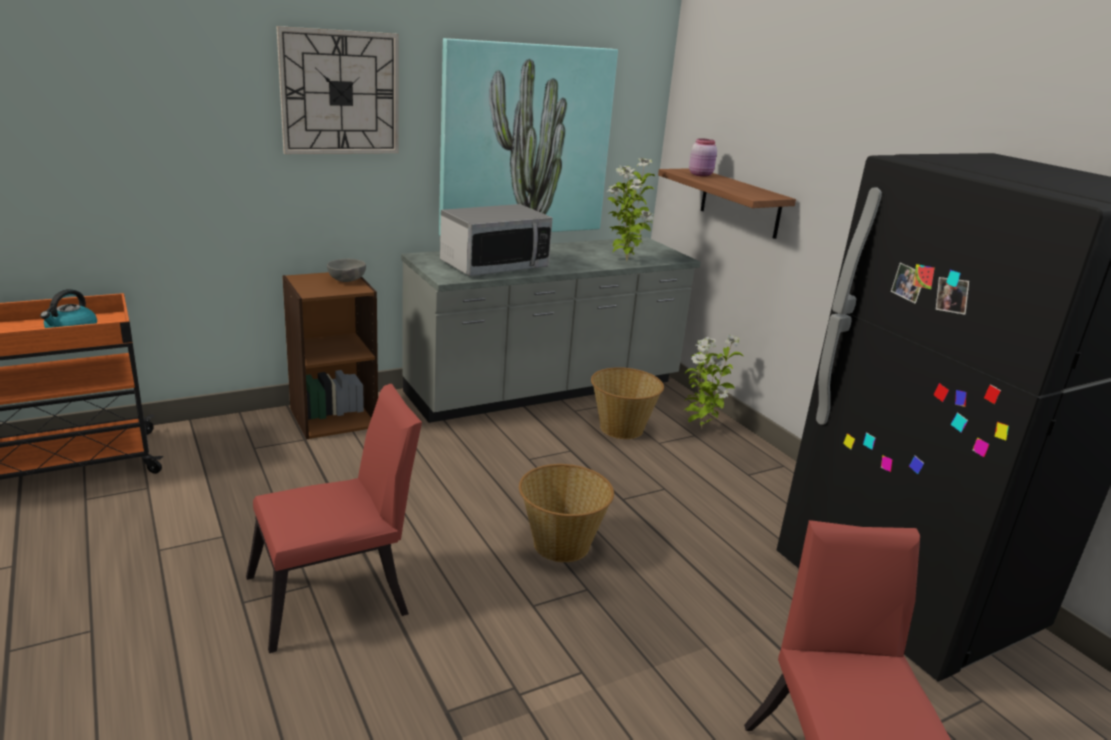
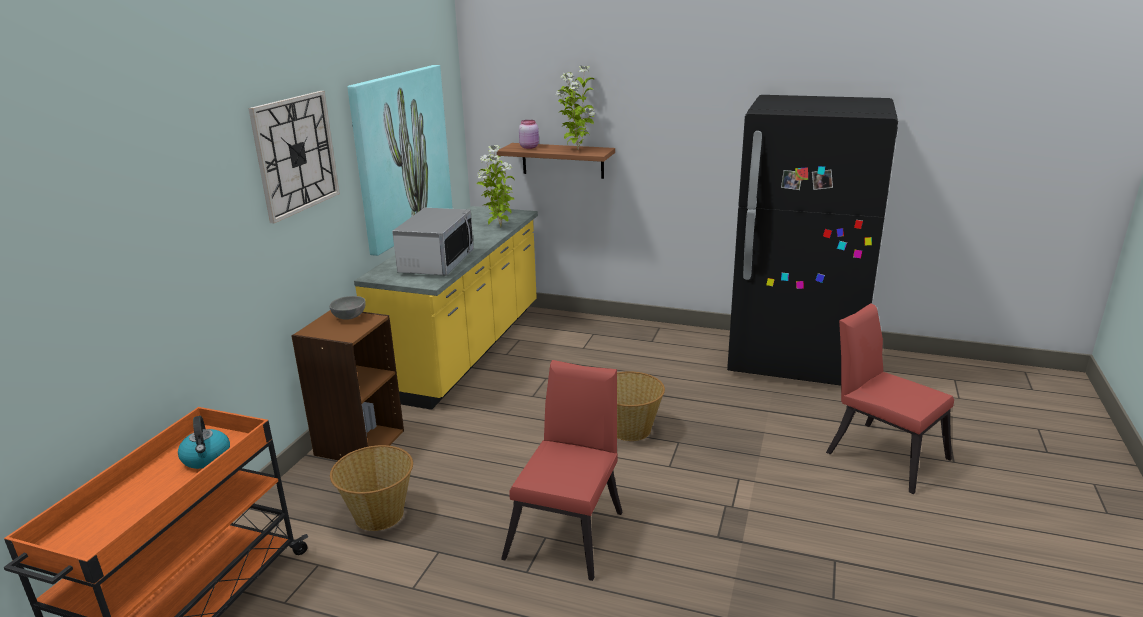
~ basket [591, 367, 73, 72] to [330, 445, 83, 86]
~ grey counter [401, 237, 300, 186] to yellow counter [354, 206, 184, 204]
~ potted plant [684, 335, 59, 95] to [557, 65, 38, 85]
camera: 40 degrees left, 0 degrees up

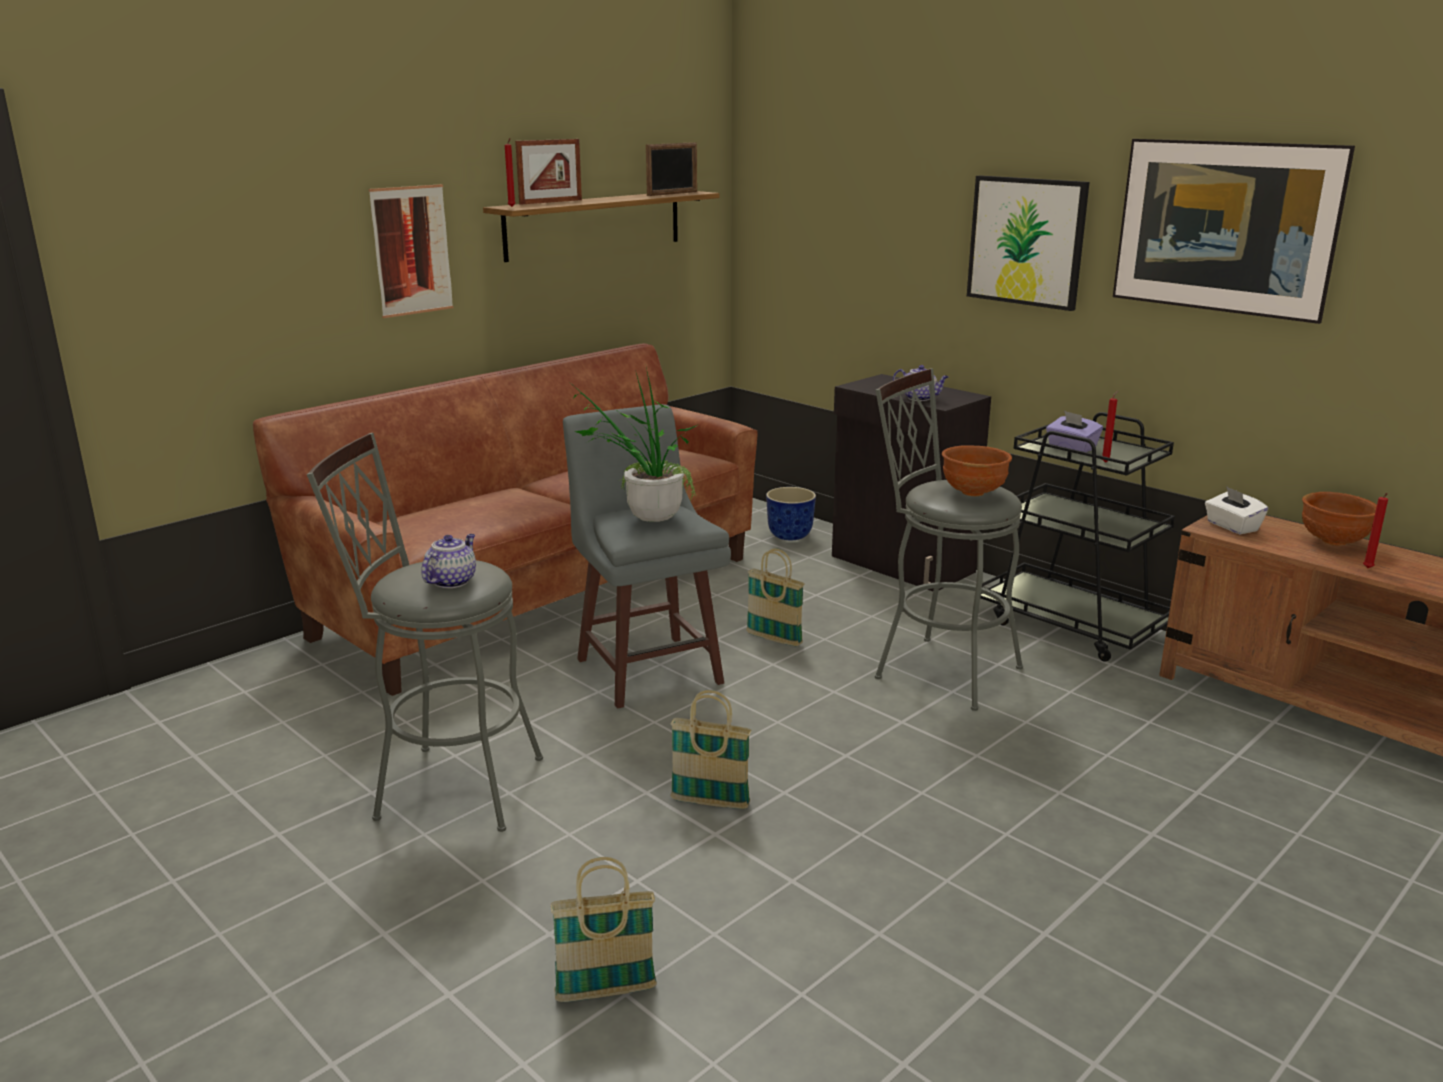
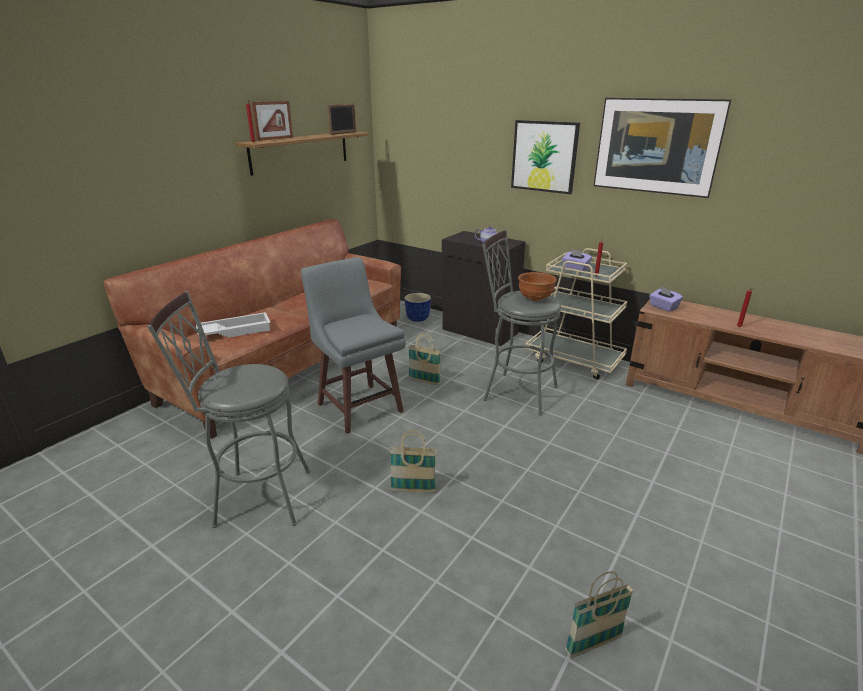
+ white tray [196, 312, 75, 26]
~ black cart [980, 412, 195, 250] to beige cart [525, 248, 102, 132]
~ basket [551, 857, 106, 145] to [565, 571, 69, 87]
~ white tissue box [1205, 486, 63, 48] to purple tissue box [649, 287, 34, 25]
- picture [369, 184, 84, 134]
- teapot [421, 534, 55, 54]
- potted plant [573, 368, 124, 154]
- brown bowl [1302, 492, 75, 54]
camera: 10 degrees left, 5 degrees up

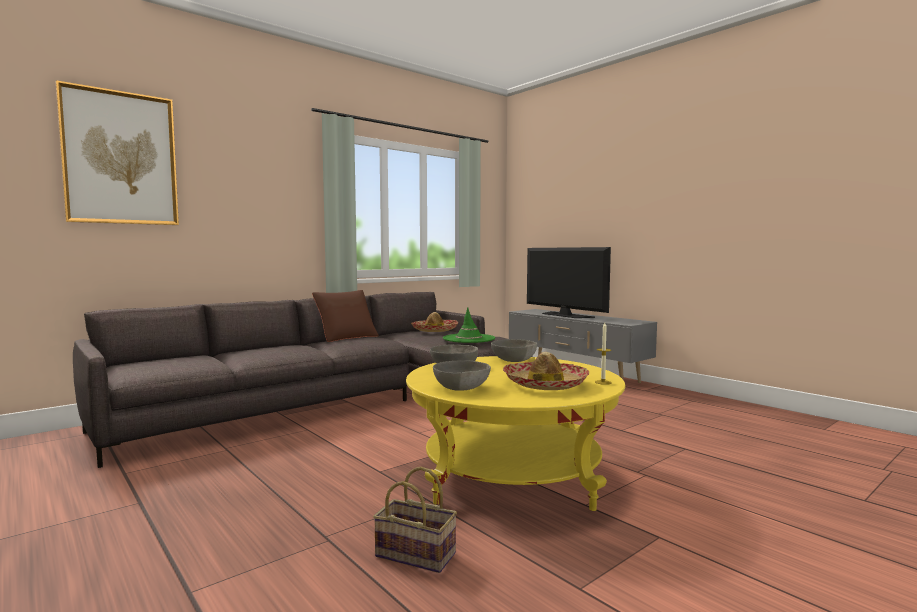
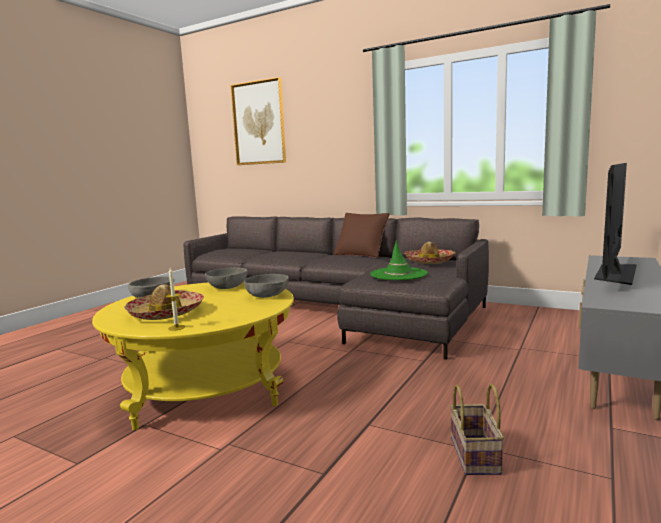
~ basket [373, 467, 84, 106] to [450, 384, 54, 91]
camera: 70 degrees right, 5 degrees up

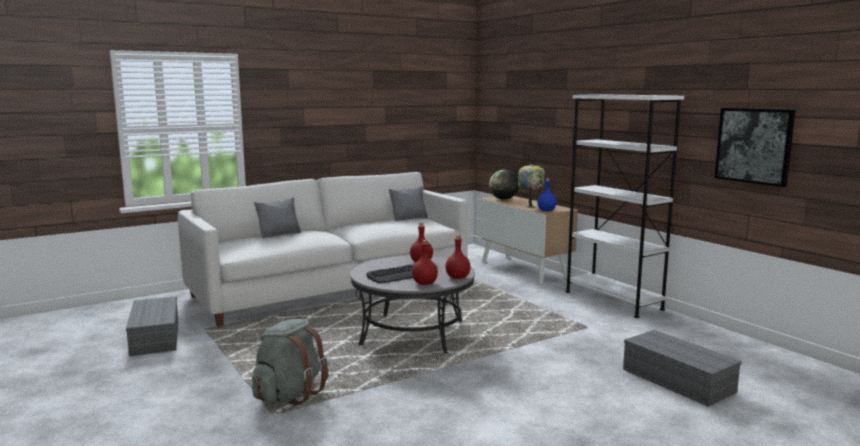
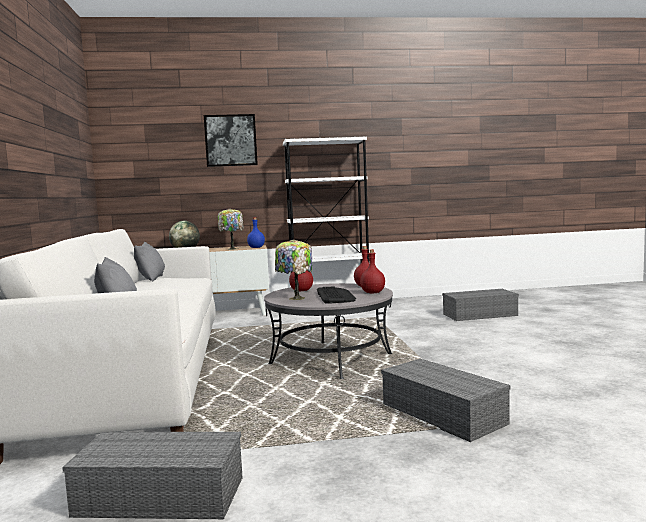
~ picture [715, 108, 80, 79] to [204, 114, 54, 53]
+ table lamp [275, 239, 37, 61]
~ grey backpack [252, 319, 76, 87] to grey storage box [381, 359, 129, 83]
camera: 65 degrees left, 5 degrees down

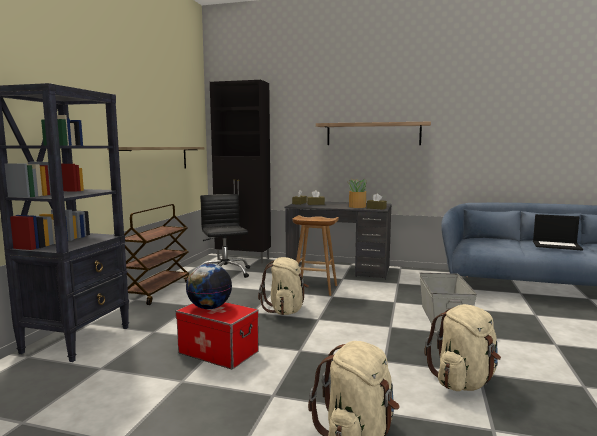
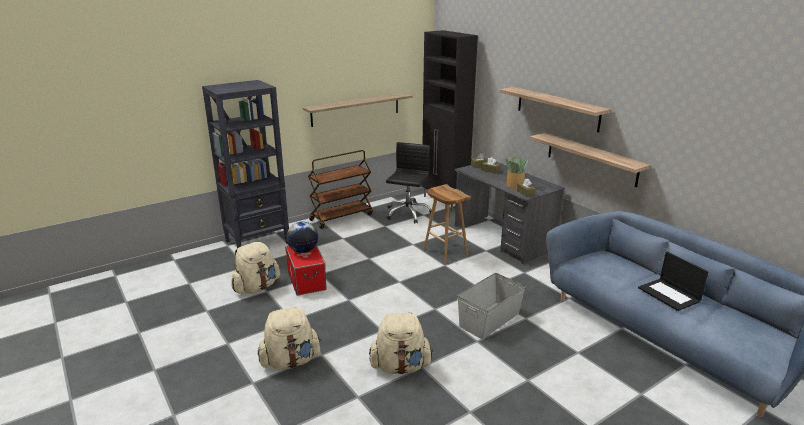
~ beige backpack [258, 257, 51, 58] to [231, 242, 49, 52]
+ shelf [530, 133, 121, 54]
camera: 40 degrees right, 15 degrees up

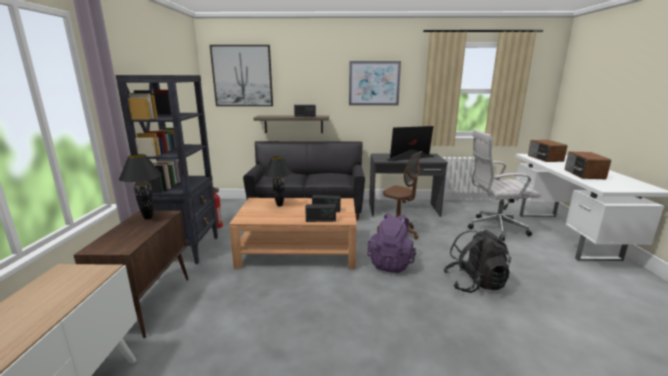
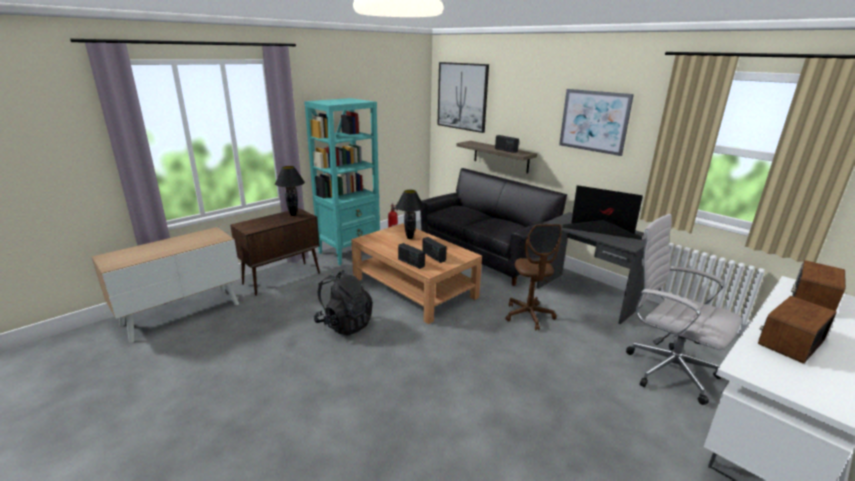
~ black bookcase [115, 75, 103, 189] to turquoise bookcase [304, 98, 76, 167]
~ black backpack [444, 229, 67, 64] to [314, 270, 59, 66]
- purple backpack [367, 213, 50, 60]
camera: 45 degrees right, 5 degrees up

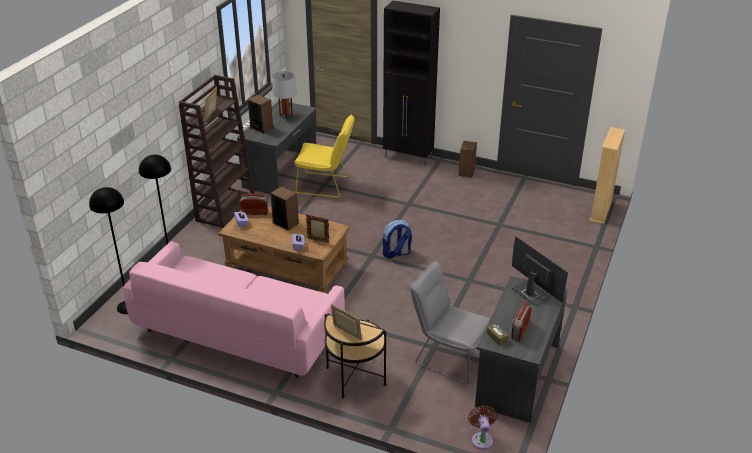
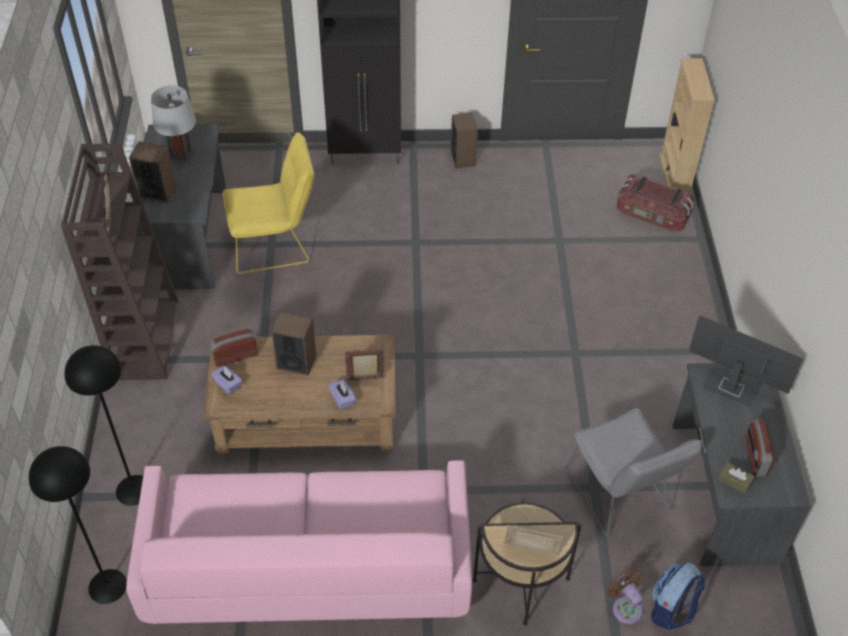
~ grey chair [410, 260, 81, 124] = [565, 409, 138, 127] 120 degrees counterclockwise
~ brown fan [468, 405, 29, 45] to [607, 568, 37, 56]
+ storage box [616, 174, 79, 57]
~ backpack [383, 220, 29, 39] to [651, 563, 54, 67]
camera: 25 degrees left, 15 degrees up

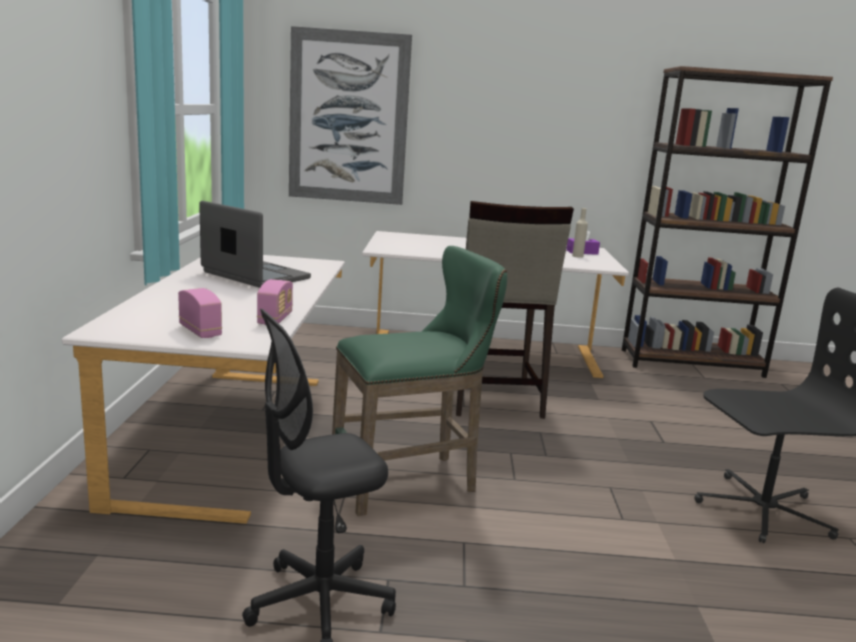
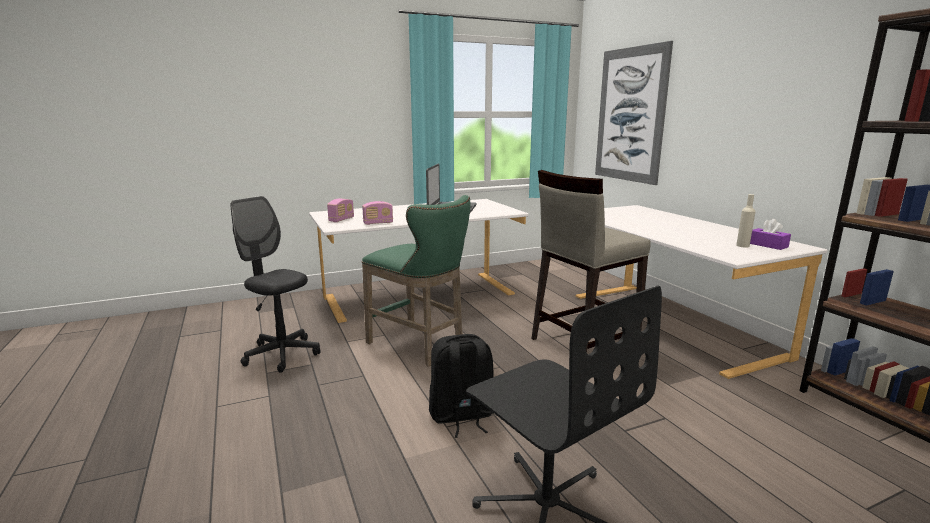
+ black backpack [429, 334, 65, 104]
camera: 65 degrees right, 0 degrees up

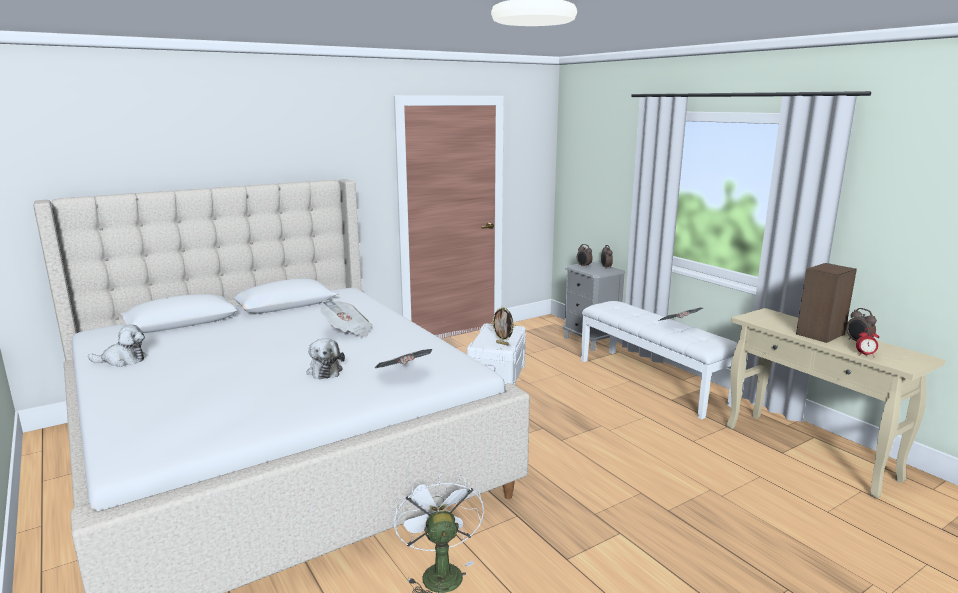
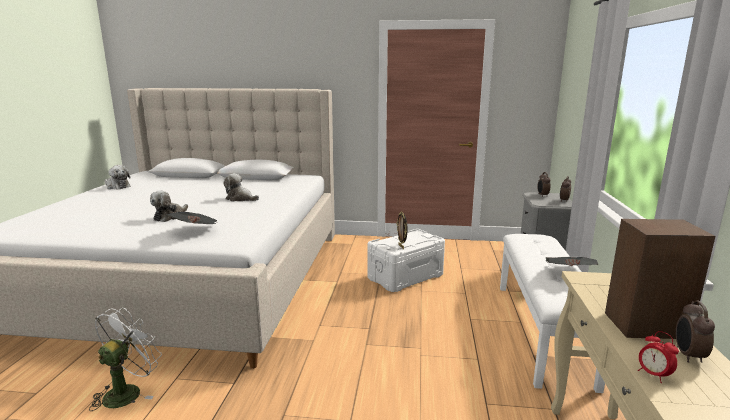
~ newspaper [320, 300, 53, 37] to plush toy [223, 173, 36, 28]
camera: 40 degrees right, 0 degrees up

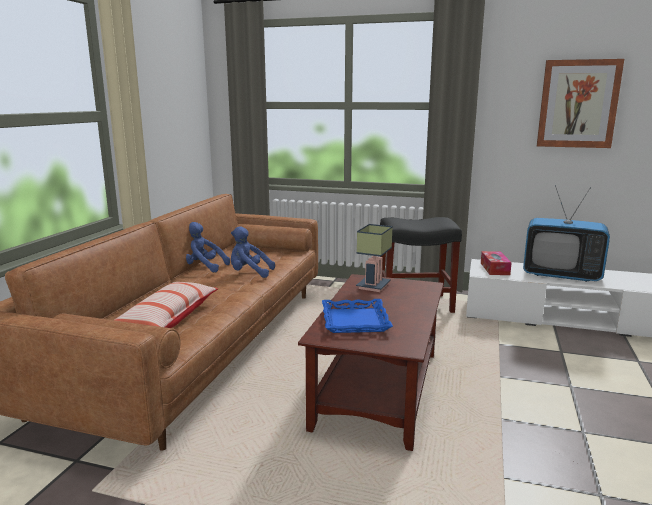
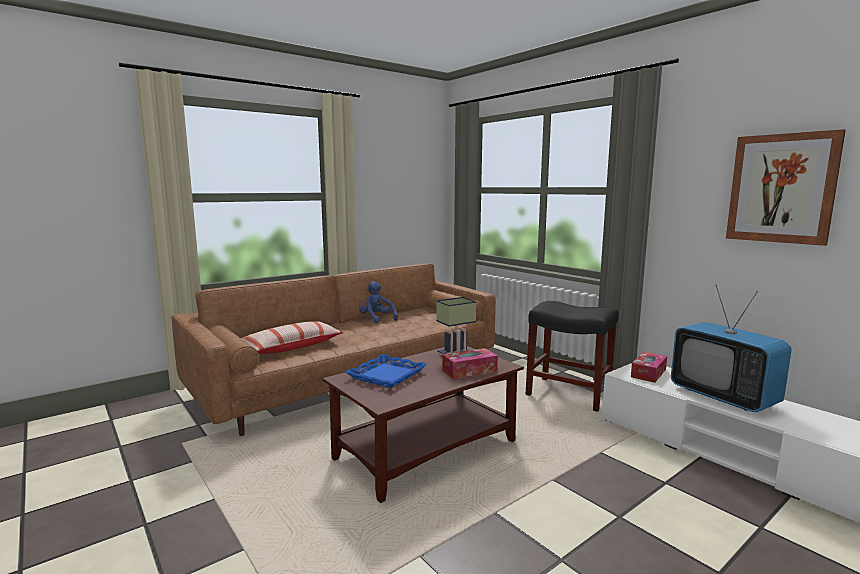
+ tissue box [442, 348, 56, 31]
- blue plush toy [231, 226, 44, 52]
camera: 35 degrees right, 5 degrees down

